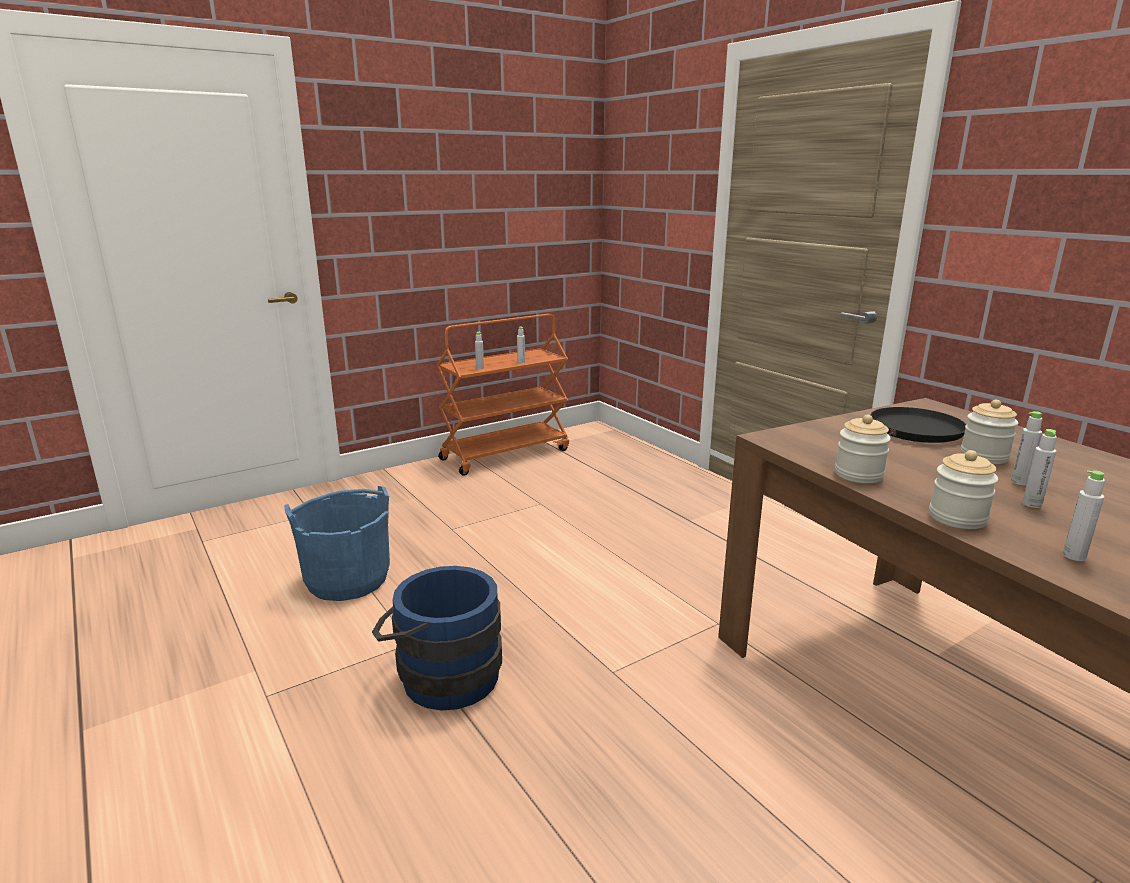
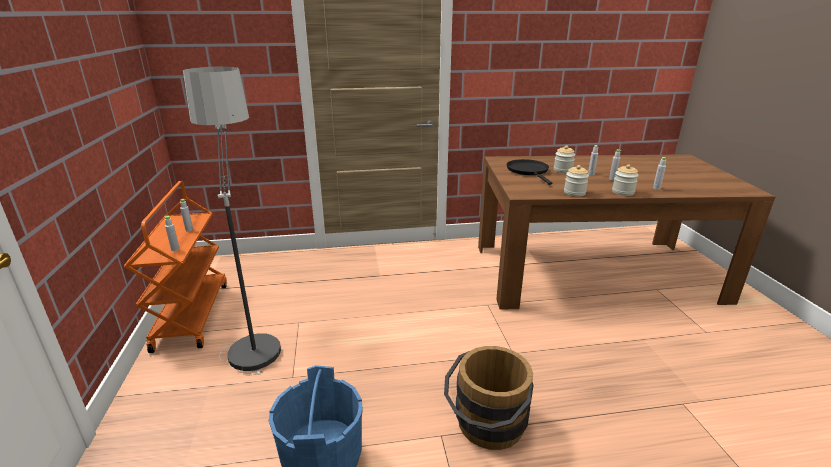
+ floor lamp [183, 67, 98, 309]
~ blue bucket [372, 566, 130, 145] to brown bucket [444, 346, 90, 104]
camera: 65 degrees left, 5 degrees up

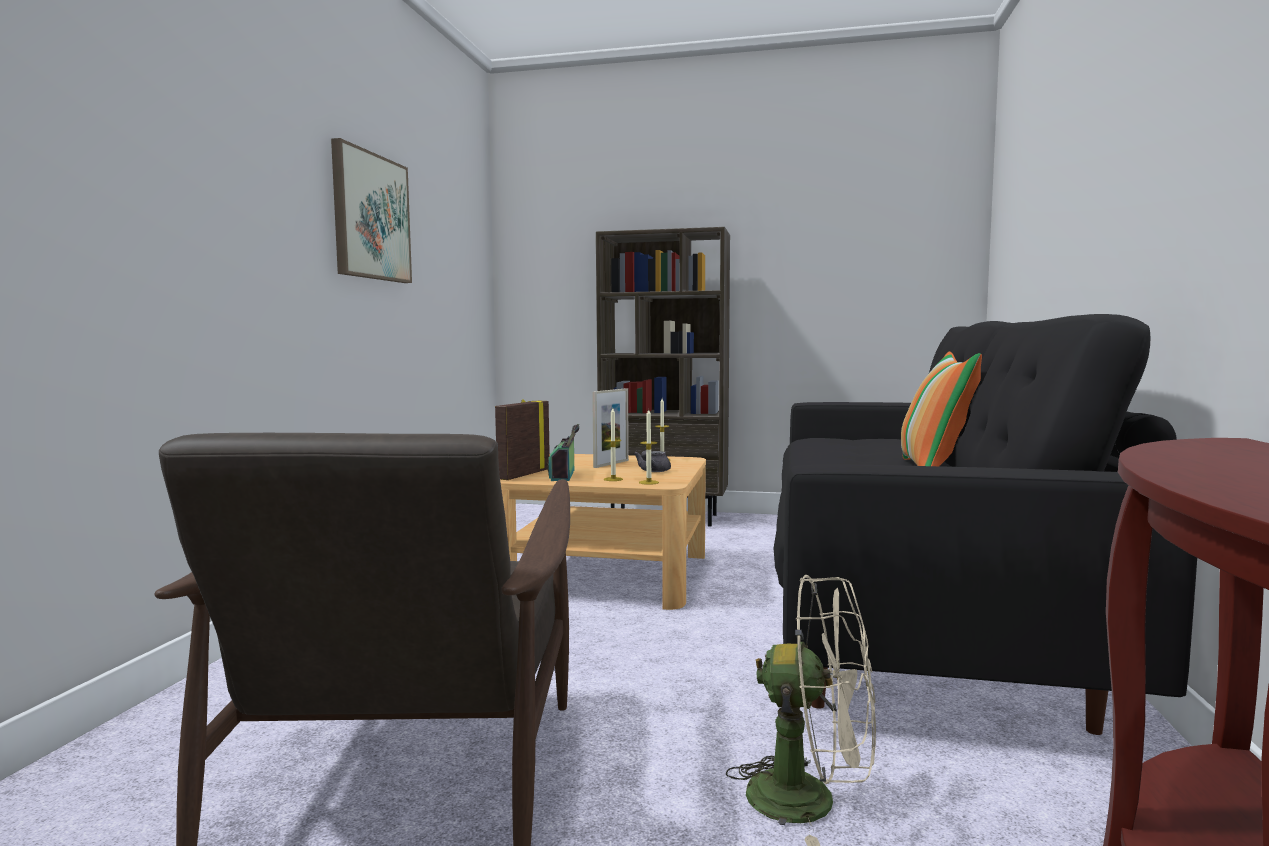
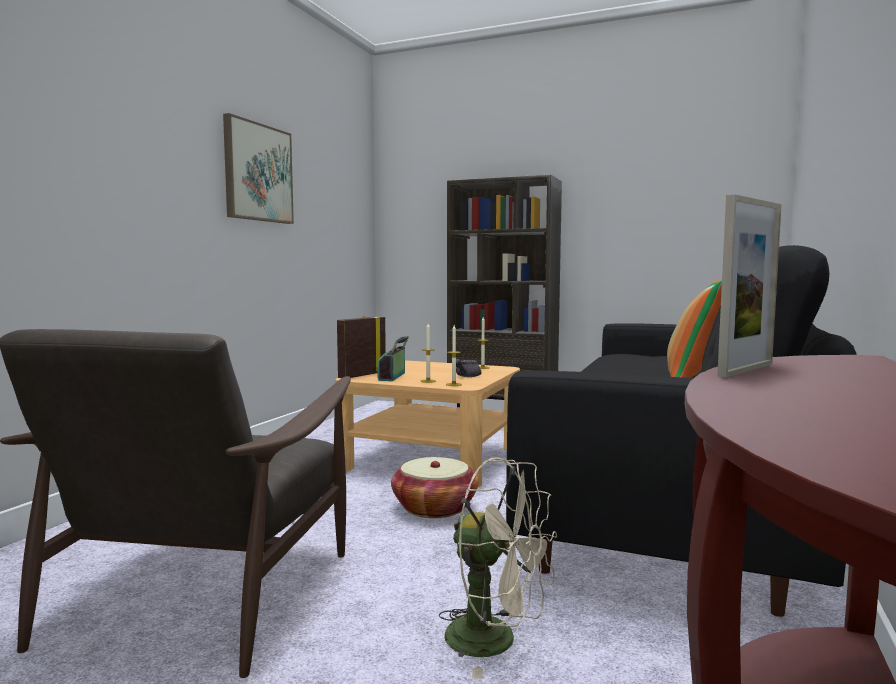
+ basket [391, 457, 87, 61]
~ picture frame [592, 388, 37, 80] to [717, 194, 65, 183]
camera: 10 degrees right, 0 degrees up

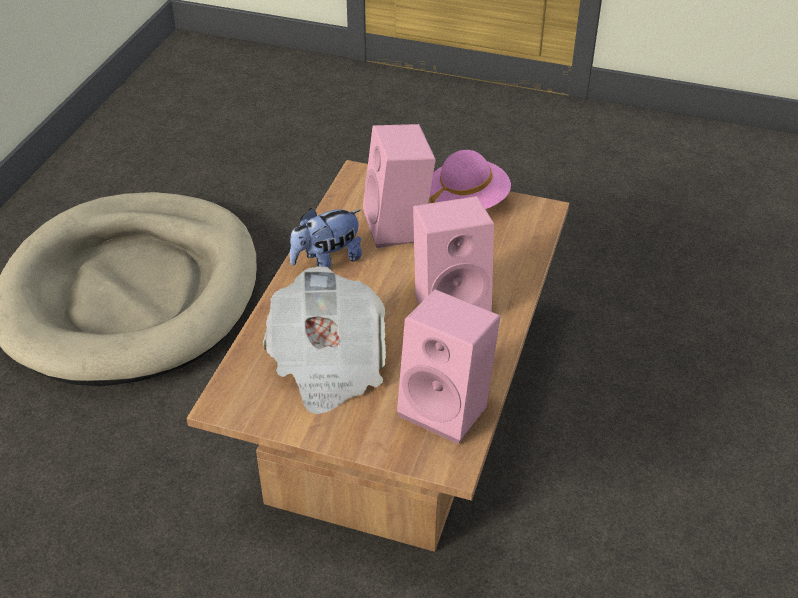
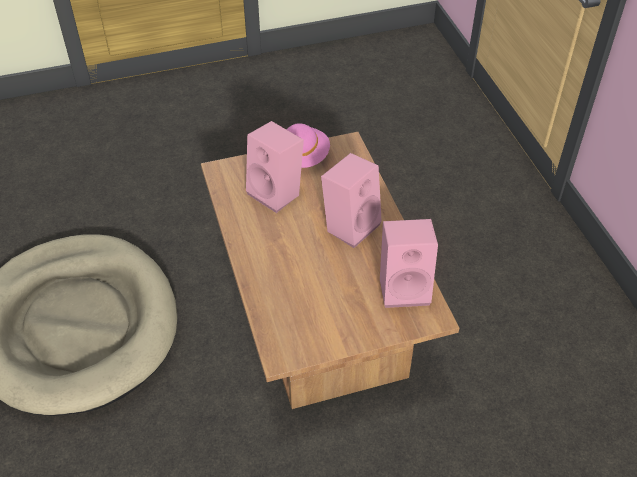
- newspaper [263, 266, 123, 149]
- plush toy [290, 208, 72, 60]
camera: 35 degrees left, 5 degrees up

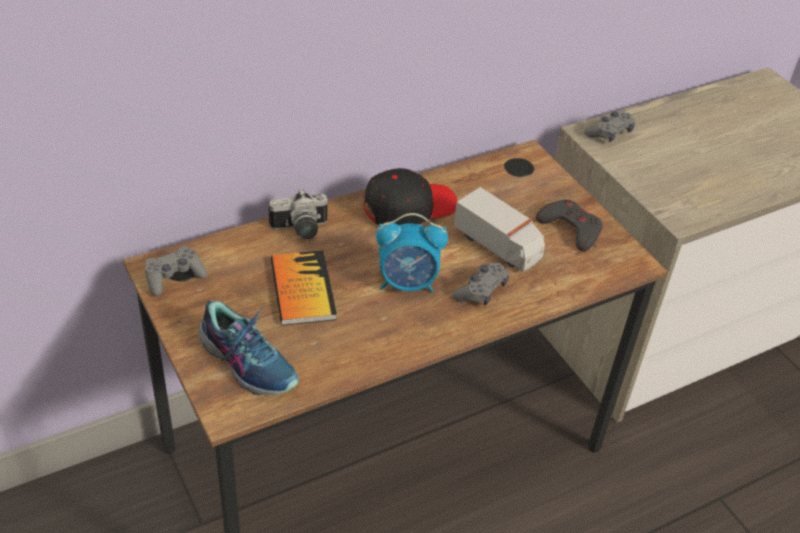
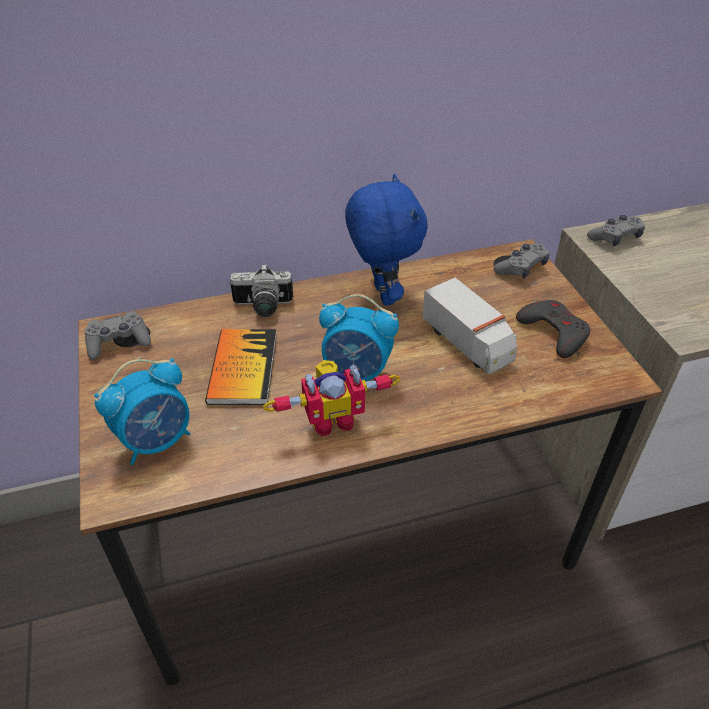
~ shoe [198, 300, 101, 95] to alarm clock [94, 358, 96, 107]
+ toy robot [263, 360, 137, 77]
~ black cap [364, 168, 94, 57] to blue plush toy [345, 174, 83, 131]
~ grey game controller [452, 263, 57, 42] to [494, 243, 55, 35]
camera: 15 degrees right, 0 degrees up

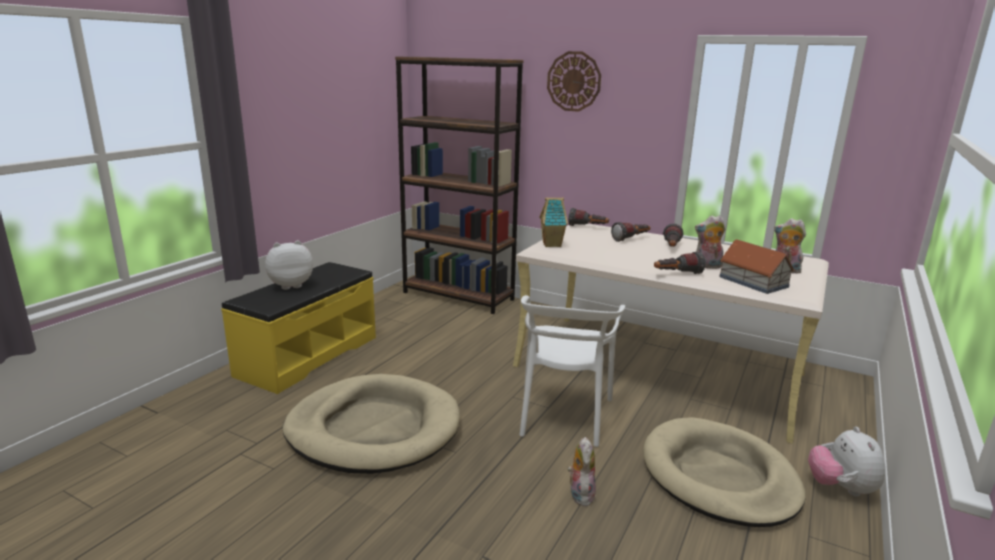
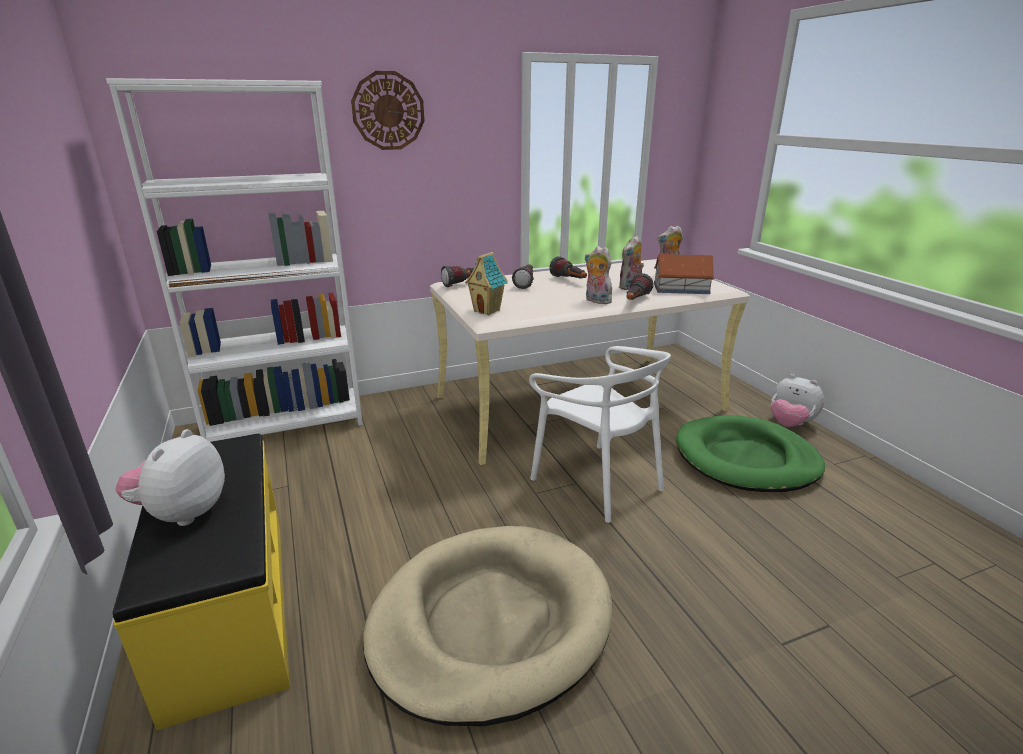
~ brown bookcase [395, 57, 129, 257] to white bookcase [106, 78, 257, 364]
~ plush toy [567, 437, 29, 69] to [585, 246, 27, 58]
~ beige dog bed [643, 417, 163, 110] to green dog bed [676, 416, 149, 76]
camera: 50 degrees left, 5 degrees up

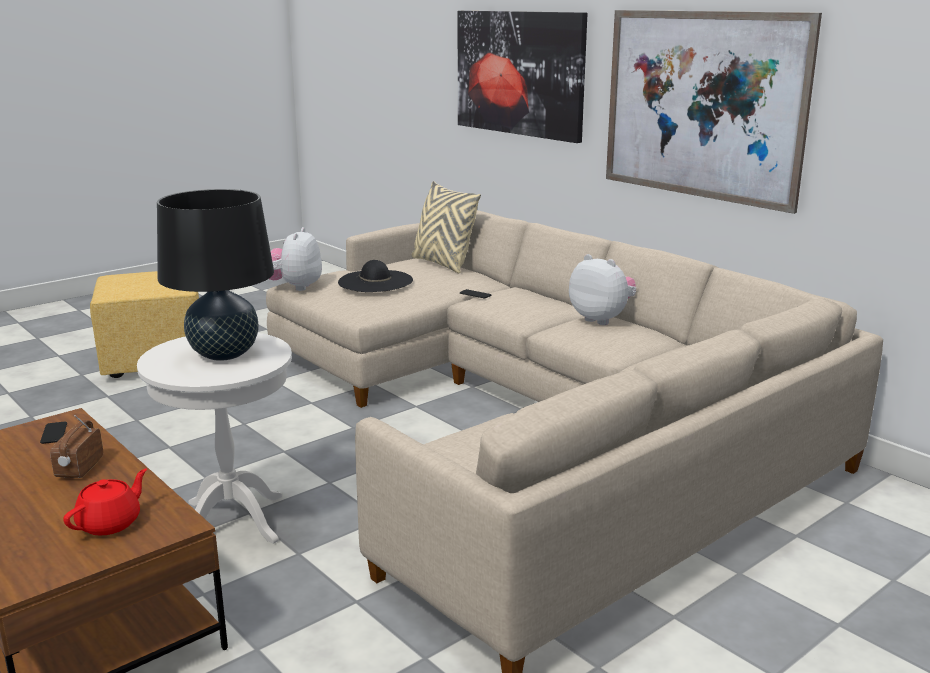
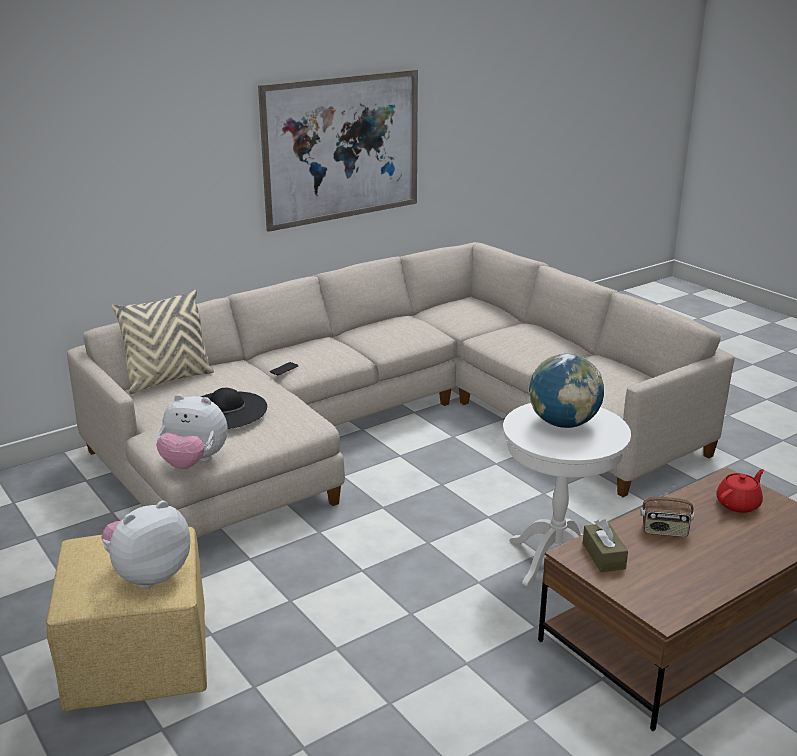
~ plush toy [569, 254, 68, 71] to [101, 501, 90, 88]
~ black table lamp [157, 189, 117, 172] to globe [529, 354, 75, 74]
~ phone [40, 422, 27, 22] to brown tissue box [583, 519, 45, 53]
~ red teapot [63, 468, 84, 68] = [716, 469, 48, 44] 105 degrees clockwise
- picture [458, 11, 129, 132]
camera: 85 degrees left, 5 degrees up

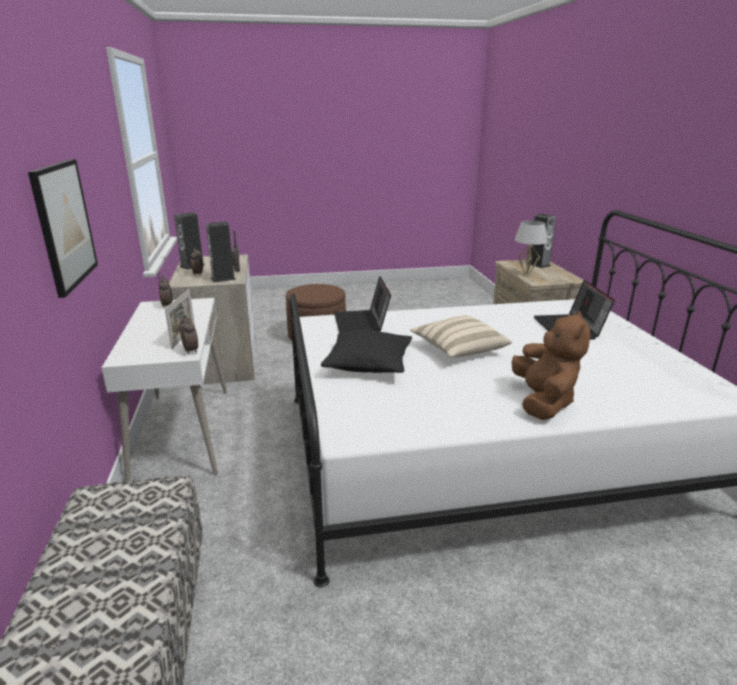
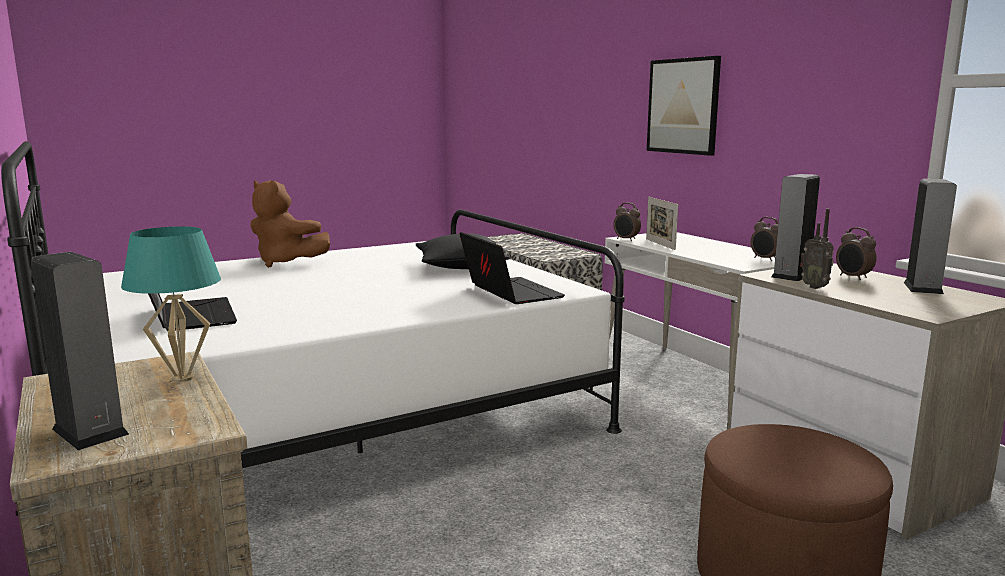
~ white table lamp [515, 221, 33, 55] to turquoise table lamp [121, 227, 100, 155]
~ brown plush toy [512, 311, 78, 109] = [251, 180, 79, 88] 45 degrees counterclockwise
- beige pillow [410, 316, 102, 42]
camera: 160 degrees right, 10 degrees down

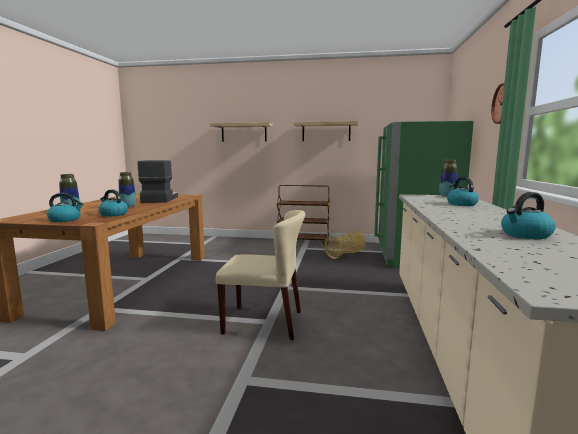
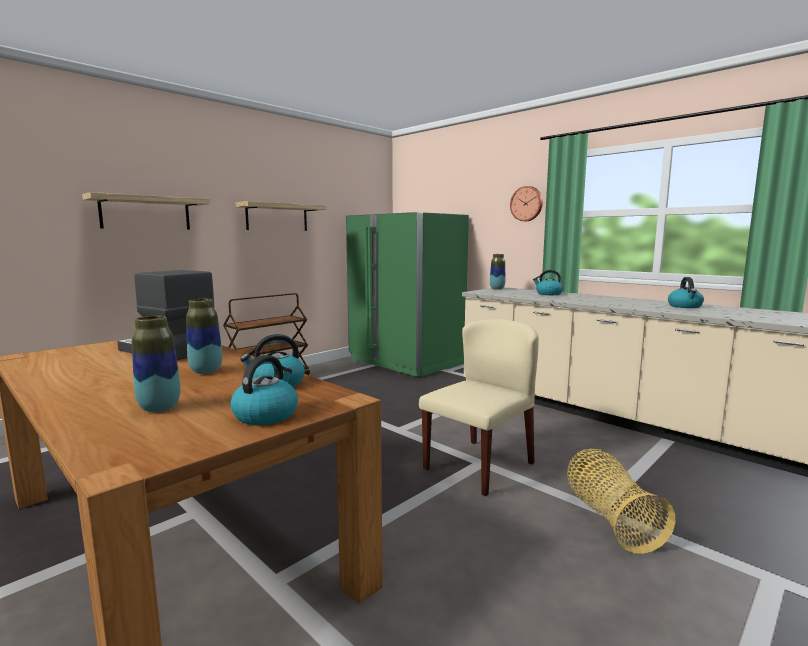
~ basket [324, 231, 42, 28] to [567, 448, 109, 106]
camera: 55 degrees left, 0 degrees up

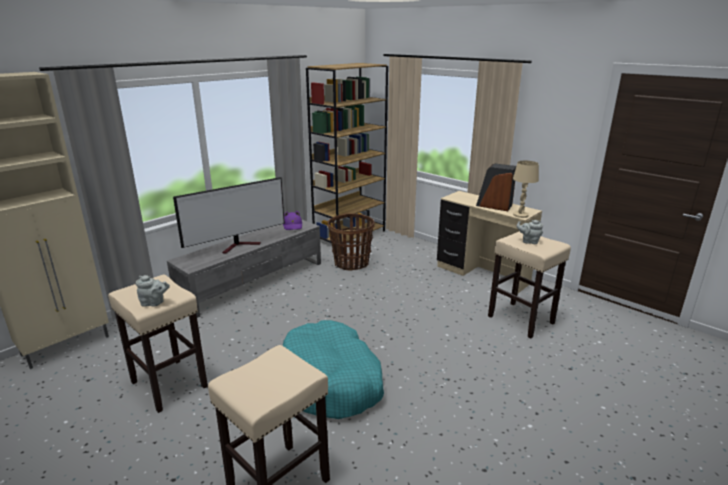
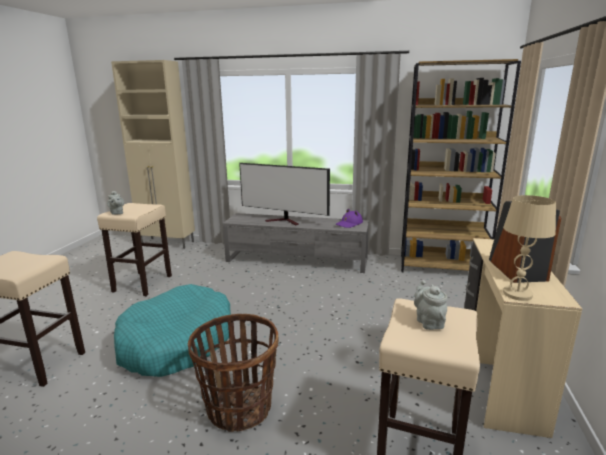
~ basket [328, 214, 47, 56] to [188, 314, 91, 118]
camera: 60 degrees right, 5 degrees down

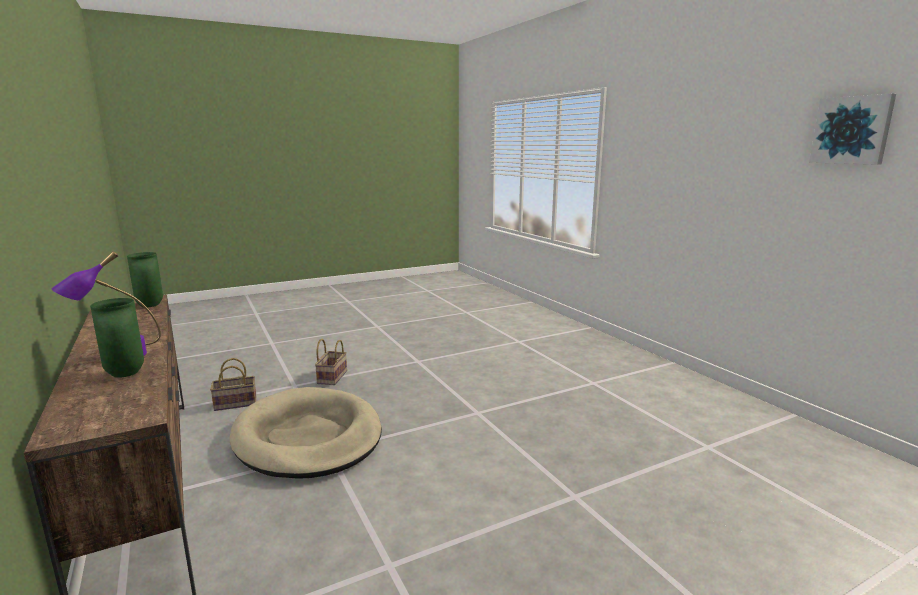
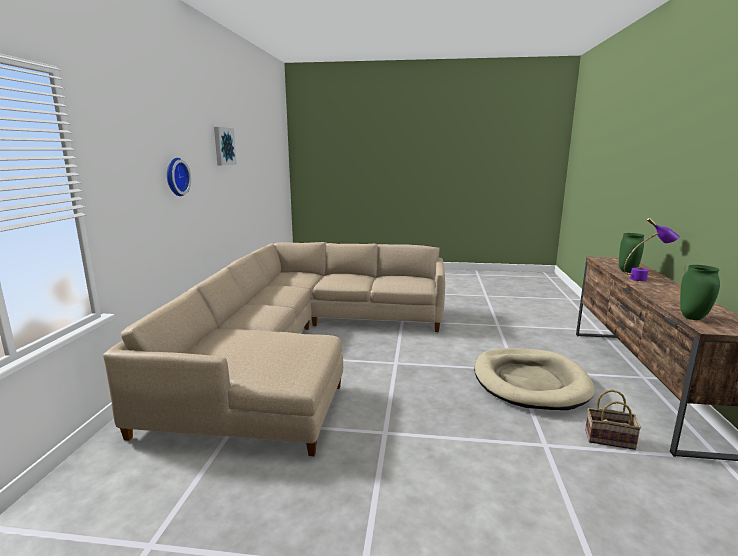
+ beige sofa [103, 242, 342, 214]
+ wall clock [167, 158, 24, 38]
- basket [315, 339, 32, 46]
camera: 145 degrees left, 0 degrees up

